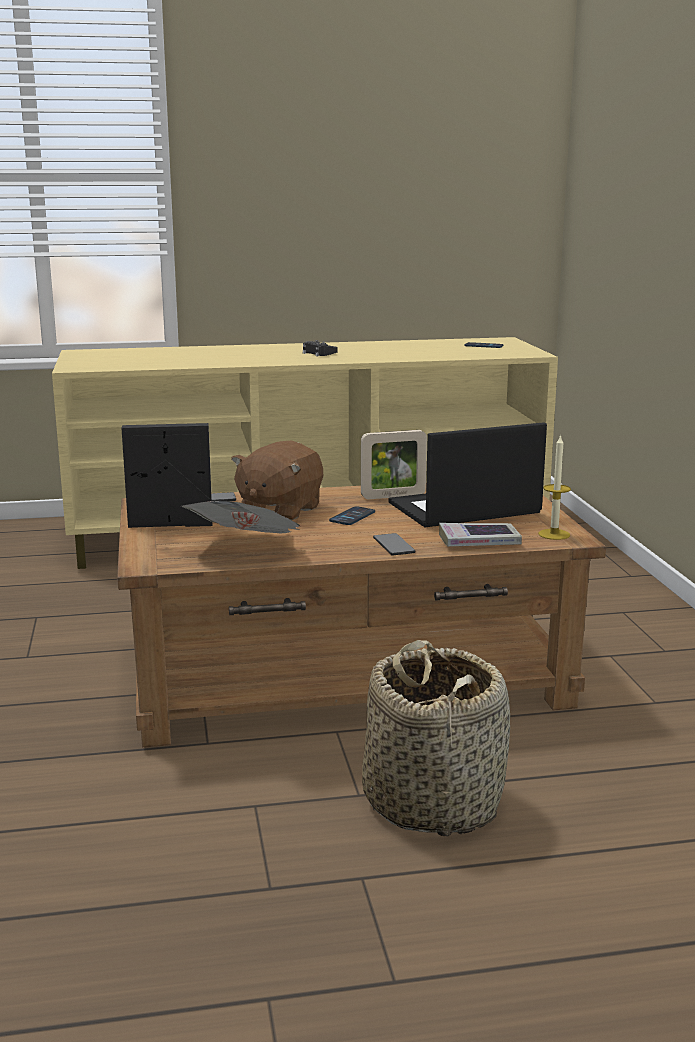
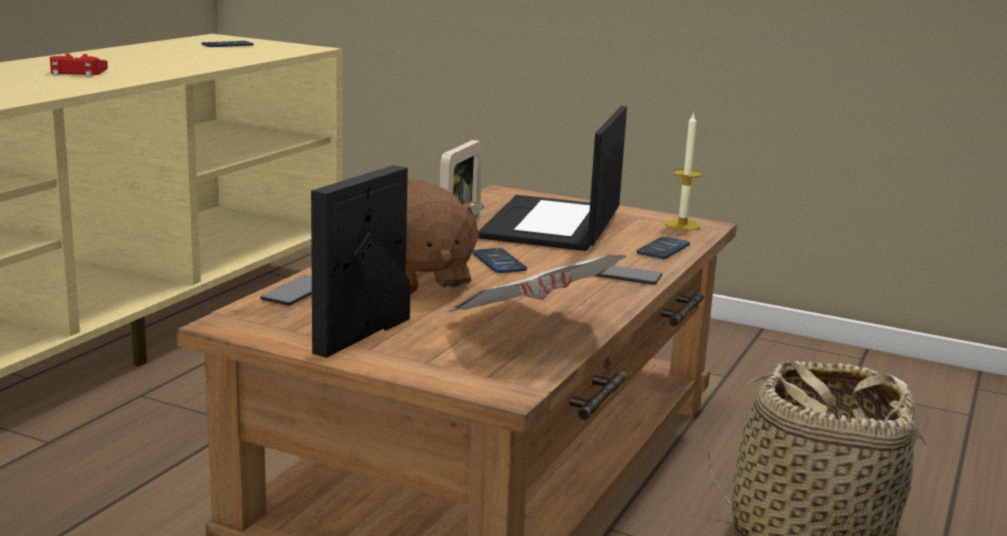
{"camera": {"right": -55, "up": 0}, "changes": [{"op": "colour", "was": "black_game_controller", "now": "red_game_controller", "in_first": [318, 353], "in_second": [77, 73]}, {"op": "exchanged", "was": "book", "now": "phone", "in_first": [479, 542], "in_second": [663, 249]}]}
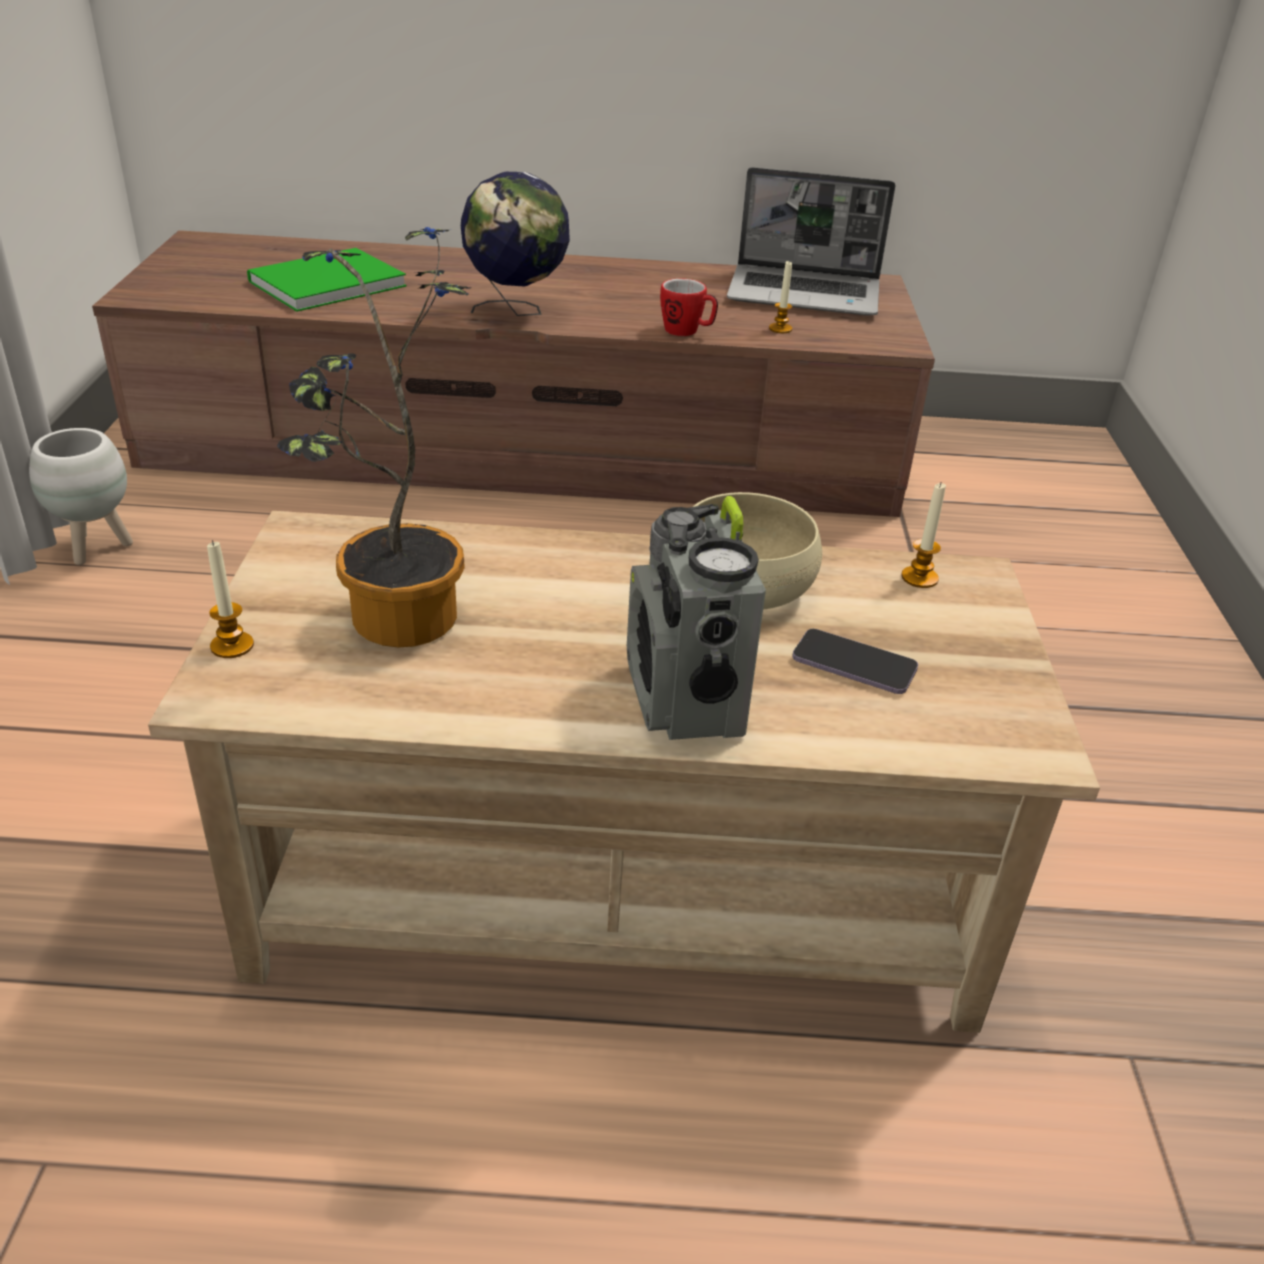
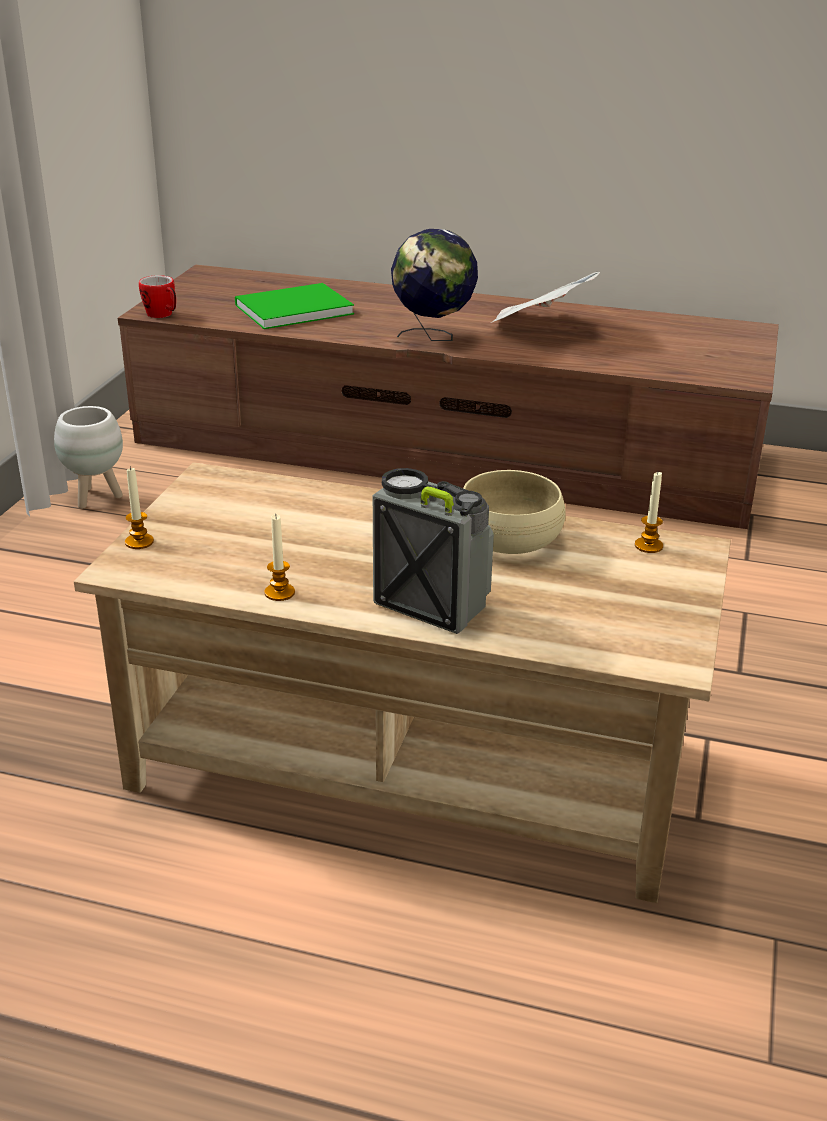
{"camera": {"right": 15, "up": -5}, "changes": [{"op": "missing", "was": "laptop", "in_first": [806, 294]}, {"op": "missing", "was": "potted_plant", "in_first": [393, 626]}, {"op": "relocated", "was": "candle", "in_first": [780, 329], "in_second": [279, 593]}, {"op": "relocated", "was": "mug", "in_first": [687, 332], "in_second": [163, 315]}, {"op": "spun", "was": "radio", "in_first": [684, 699], "in_second": [430, 604], "clockwise": 120}, {"op": "missing", "was": "phone", "in_first": [854, 665]}, {"op": "appeared", "now": "newspaper", "in_second": [540, 327]}]}
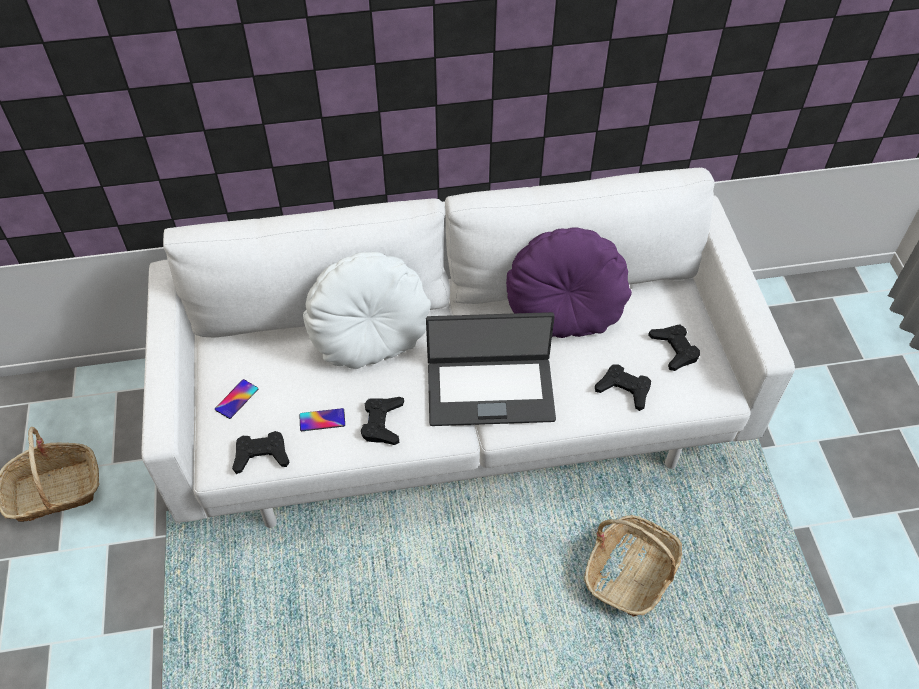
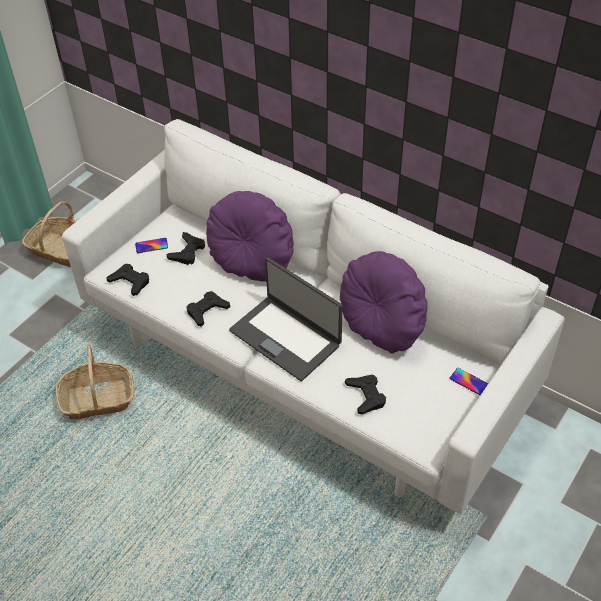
{"camera": {"right": 45, "up": -5}, "changes": [{"op": "colour", "was": "white_pillow", "now": "purple_pillow", "in_first": [371, 344], "in_second": [252, 266]}, {"op": "relocated", "was": "black_game_controller", "in_first": [674, 349], "in_second": [187, 252]}, {"op": "relocated", "was": "phone", "in_first": [322, 420], "in_second": [469, 381]}, {"op": "relocated", "was": "basket", "in_first": [630, 572], "in_second": [98, 399]}]}
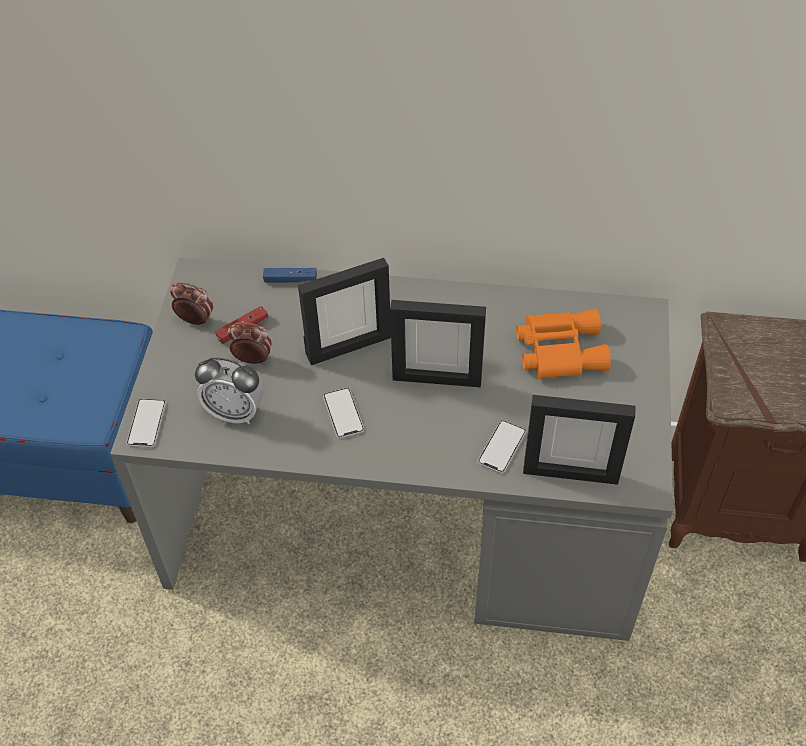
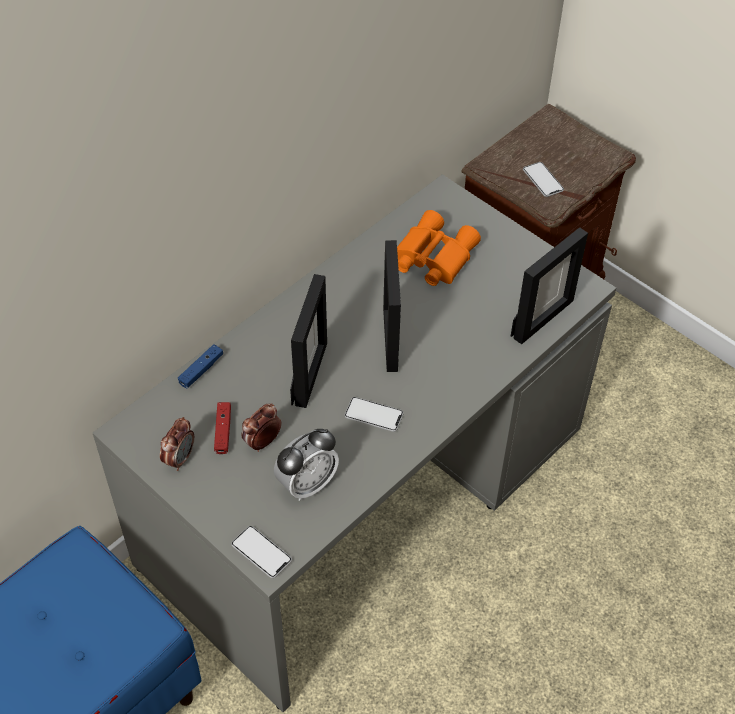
{"camera": {"right": -55, "up": 0}, "changes": [{"op": "spun", "was": "alarm_clock", "in_first": [195, 320], "in_second": [179, 458], "clockwise": 150}, {"op": "spun", "was": "picture_frame", "in_first": [437, 377], "in_second": [392, 339], "clockwise": 135}, {"op": "relocated", "was": "phone", "in_first": [502, 447], "in_second": [543, 180]}]}
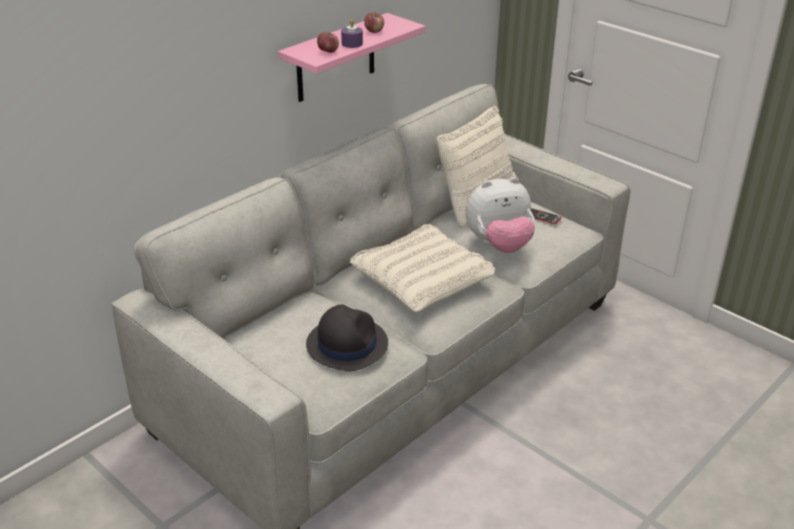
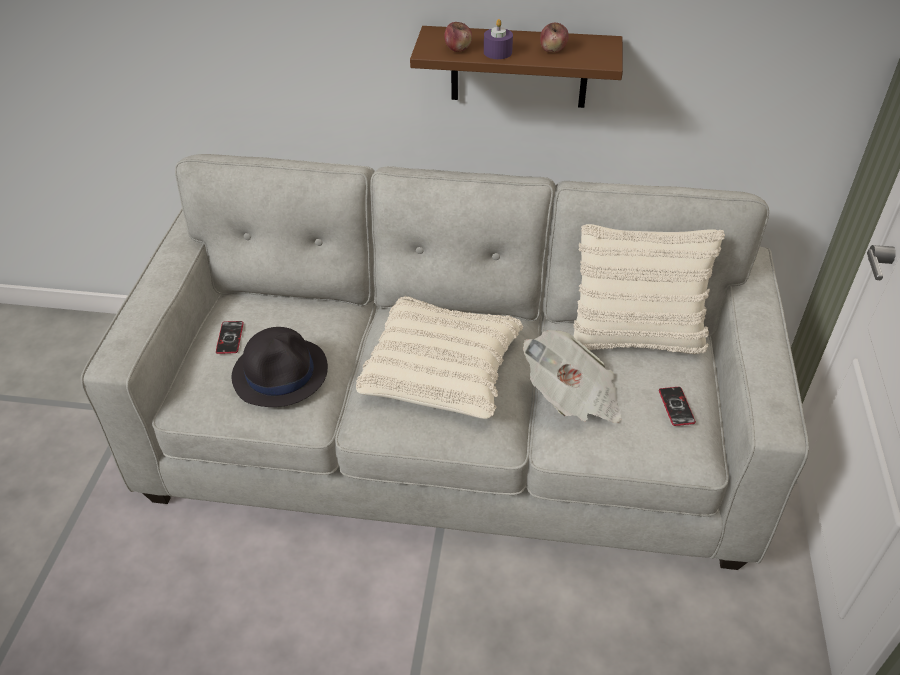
{"camera": {"right": 55, "up": 10}, "changes": [{"op": "colour", "was": "pink_shelf", "now": "brown_shelf", "in_first": [336, 58], "in_second": [519, 67]}, {"op": "exchanged", "was": "plush_toy", "now": "newspaper", "in_first": [499, 245], "in_second": [572, 397]}, {"op": "appeared", "now": "phone", "in_second": [230, 338]}]}
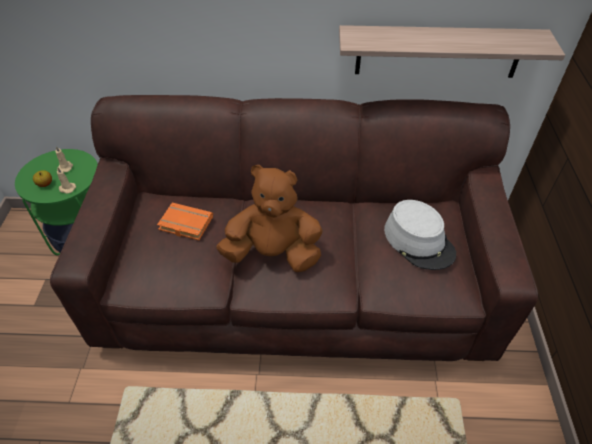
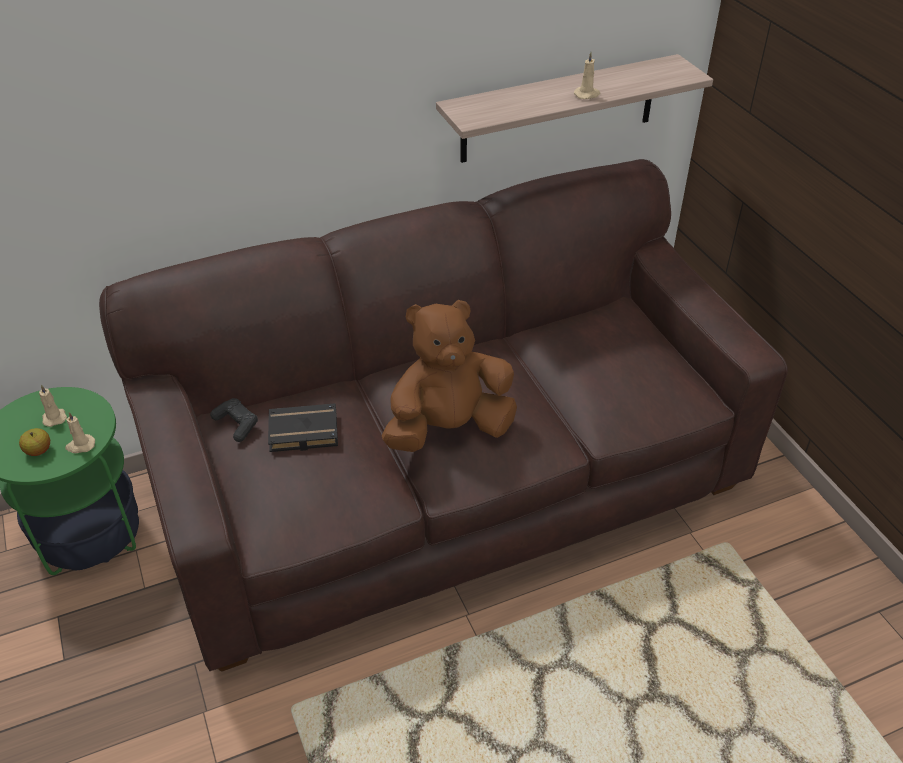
{"camera": {"right": -25, "up": -5}, "changes": [{"op": "missing", "was": "grey_hat", "in_first": [419, 241]}, {"op": "colour", "was": "orange_book", "now": "black_book", "in_first": [184, 224], "in_second": [302, 433]}, {"op": "appeared", "now": "beige_candle", "in_second": [587, 95]}, {"op": "appeared", "now": "black_game_controller", "in_second": [236, 424]}]}
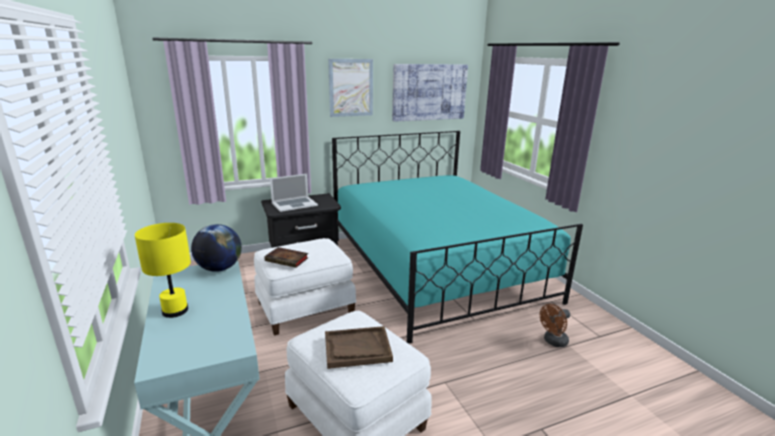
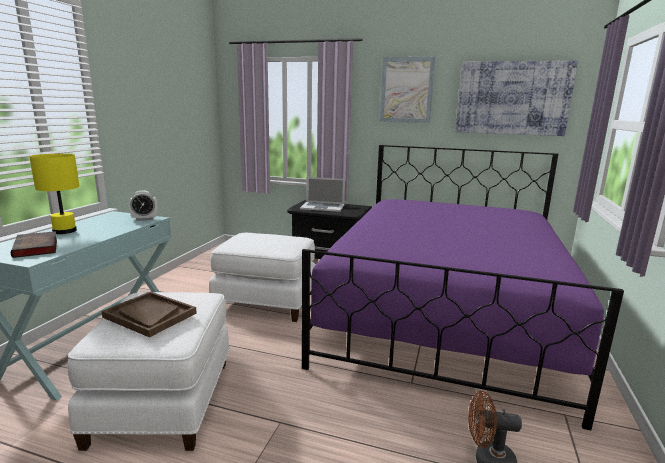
{"camera": {"right": 40, "up": -5}, "changes": [{"op": "colour", "was": "turquoise_bed", "now": "purple_bed", "in_first": [435, 267], "in_second": [444, 315]}, {"op": "exchanged", "was": "globe", "now": "alarm_clock", "in_first": [219, 268], "in_second": [145, 219]}, {"op": "relocated", "was": "book", "in_first": [288, 259], "in_second": [36, 248]}]}
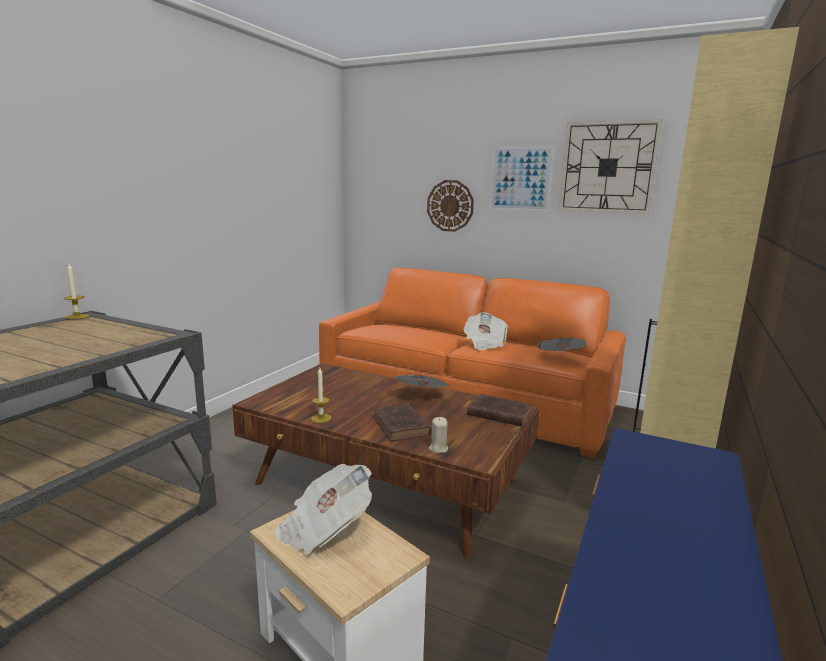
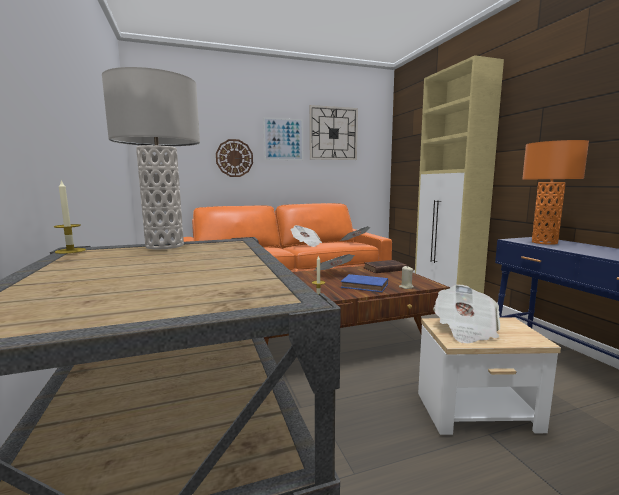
{"camera": {"right": -45, "up": -5}, "changes": [{"op": "colour", "was": "brown_book", "now": "blue_book", "in_first": [401, 426], "in_second": [365, 286]}, {"op": "appeared", "now": "white_table_lamp", "in_second": [165, 246]}, {"op": "appeared", "now": "orange_table_lamp", "in_second": [544, 242]}]}
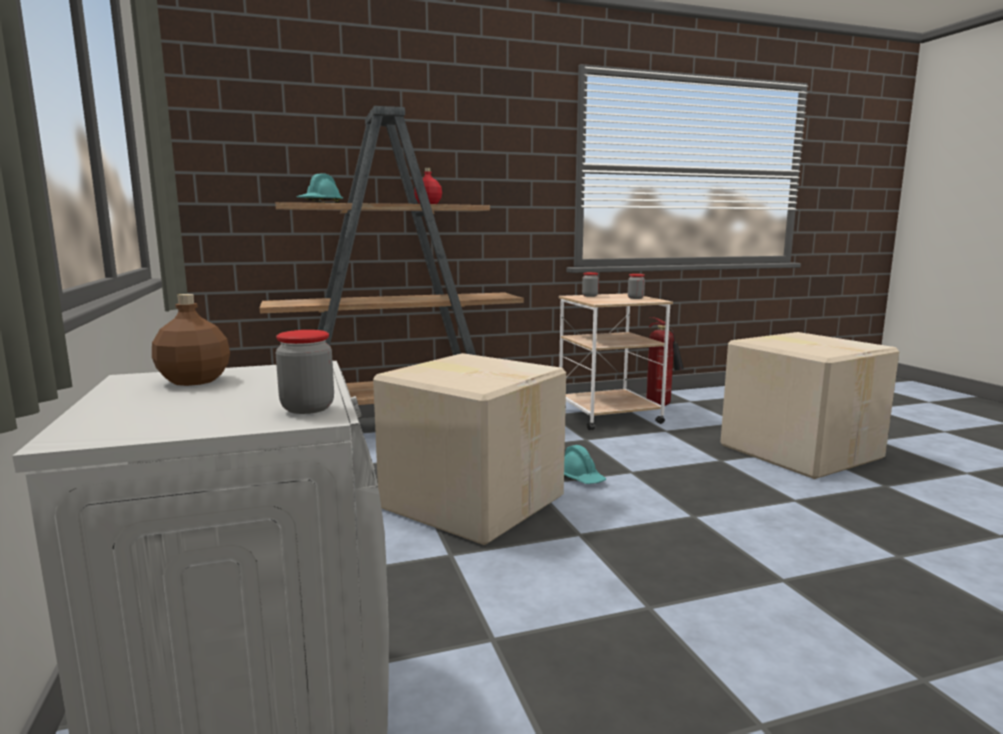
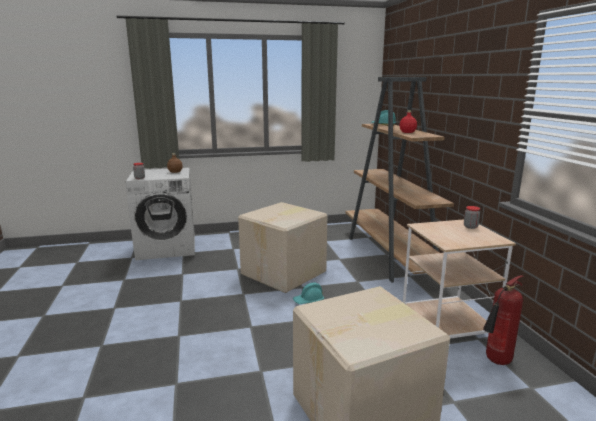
{"camera": {"right": 95, "up": 5}, "changes": [{"op": "missing", "was": "jar", "in_first": [635, 298]}]}
